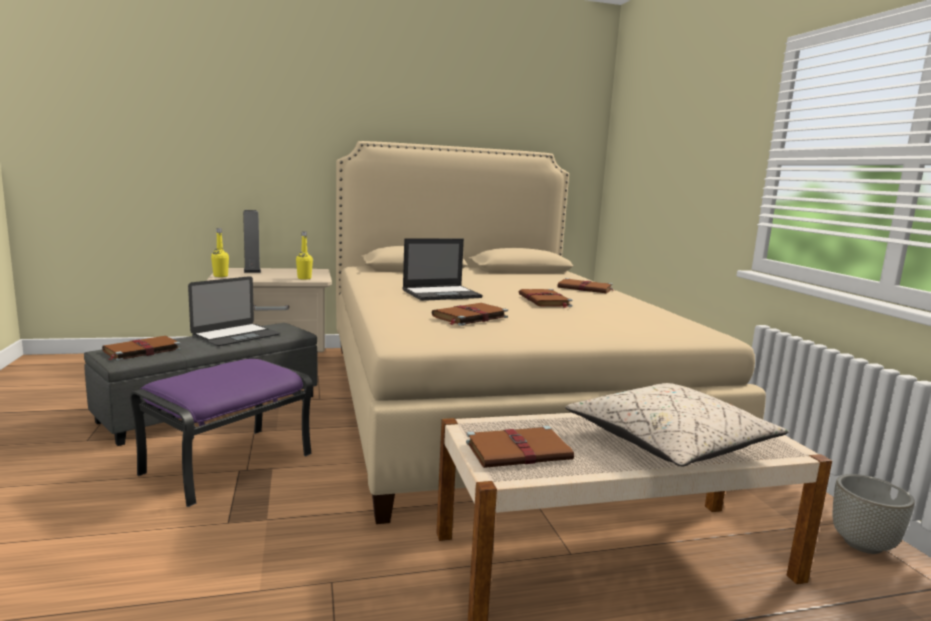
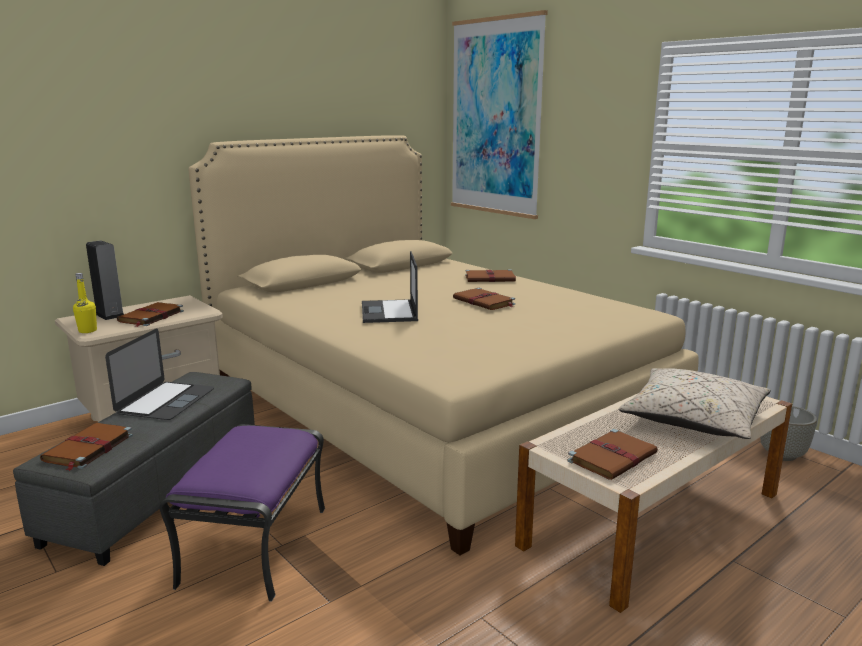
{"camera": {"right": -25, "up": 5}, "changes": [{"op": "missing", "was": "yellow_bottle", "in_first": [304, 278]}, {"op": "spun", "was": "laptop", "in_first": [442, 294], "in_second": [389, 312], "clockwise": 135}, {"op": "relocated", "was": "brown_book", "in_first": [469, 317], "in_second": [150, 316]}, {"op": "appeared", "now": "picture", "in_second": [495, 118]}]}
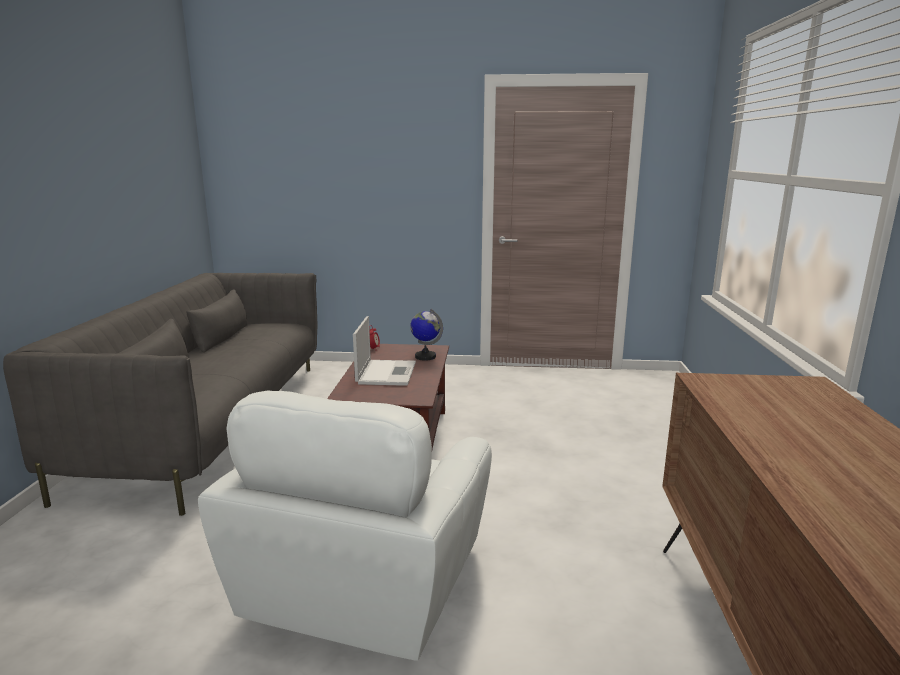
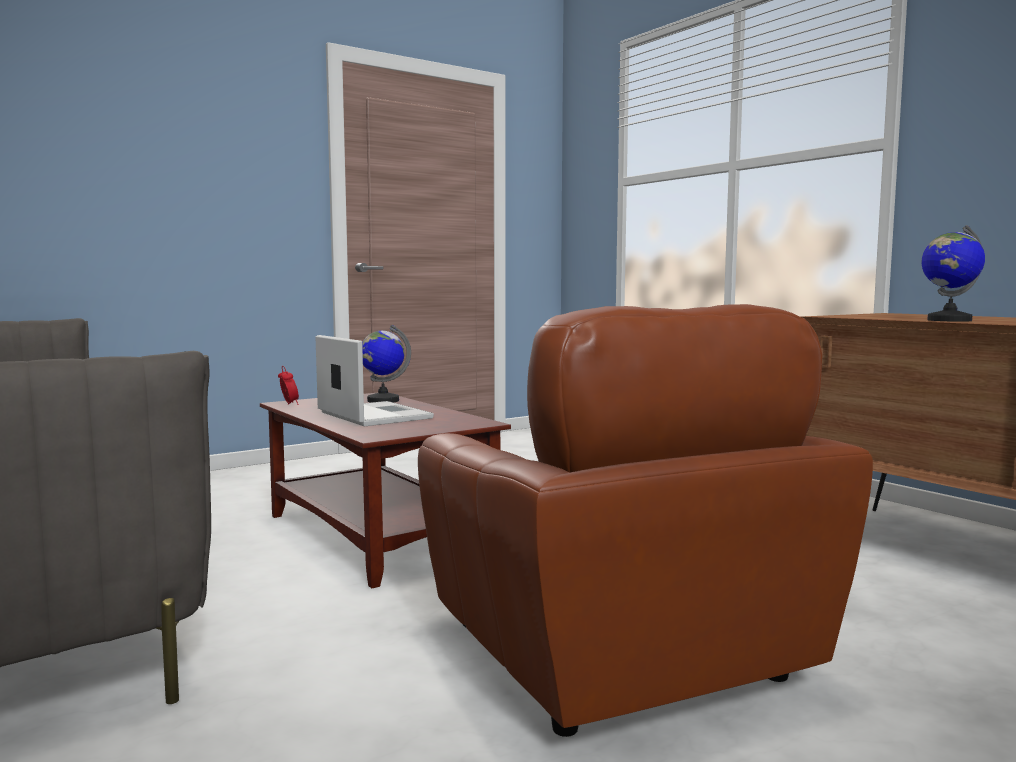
{"camera": {"right": -40, "up": -10}, "changes": [{"op": "colour", "was": "white_armchair", "now": "brown_armchair", "in_first": [367, 585], "in_second": [617, 653]}, {"op": "appeared", "now": "globe", "in_second": [948, 320]}]}
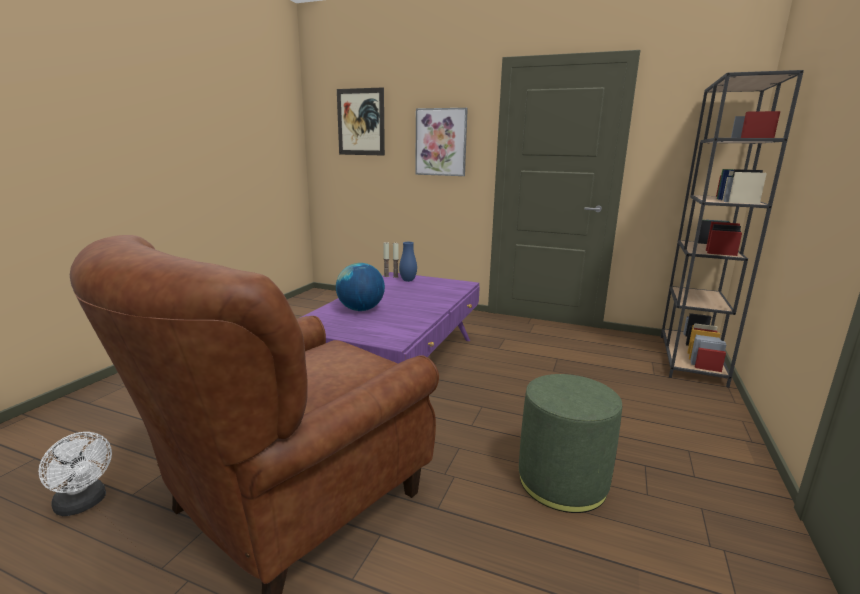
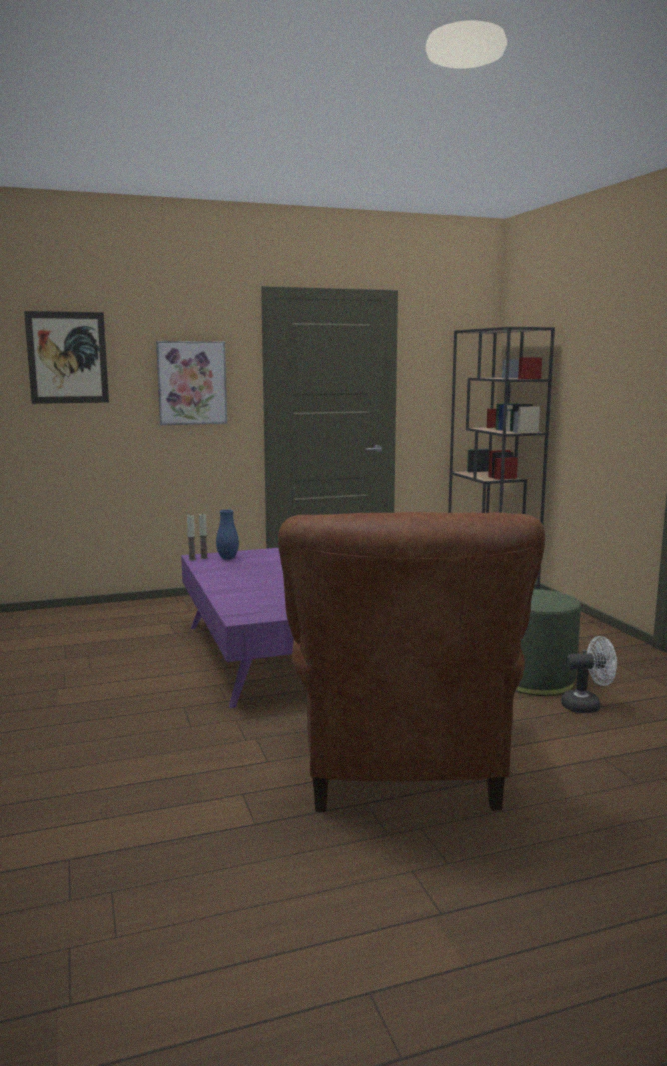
{"camera": {"right": -40, "up": -5}, "changes": [{"op": "missing", "was": "globe", "in_first": [360, 309]}, {"op": "relocated", "was": "white_fan", "in_first": [84, 504], "in_second": [587, 705]}]}
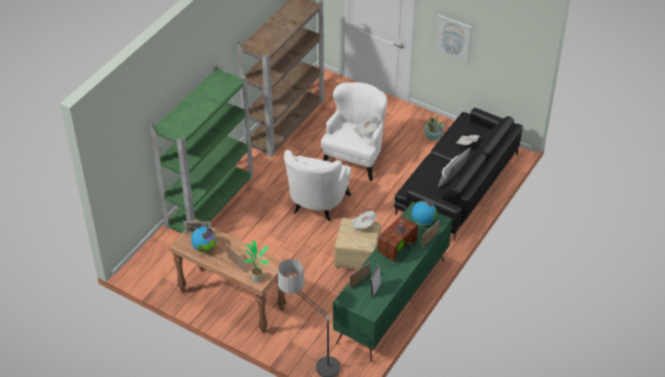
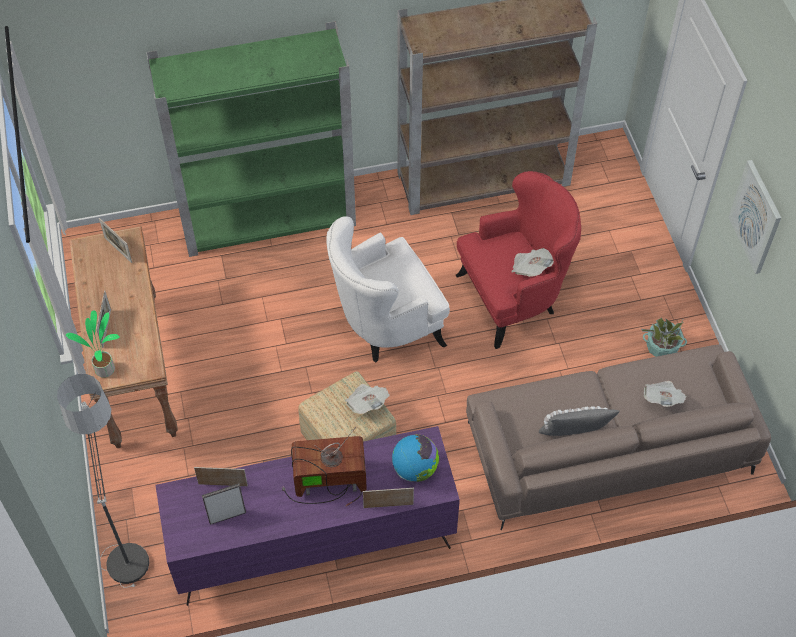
{"camera": {"right": 45, "up": 10}, "changes": [{"op": "colour", "was": "white_armchair", "now": "red_armchair", "in_first": [355, 158], "in_second": [513, 298]}, {"op": "colour", "was": "black_sofa", "now": "beige_sofa", "in_first": [459, 184], "in_second": [609, 451]}, {"op": "colour", "was": "green_tv_stand", "now": "purple_tv_stand", "in_first": [391, 302], "in_second": [312, 545]}, {"op": "missing", "was": "globe", "in_first": [204, 247]}]}
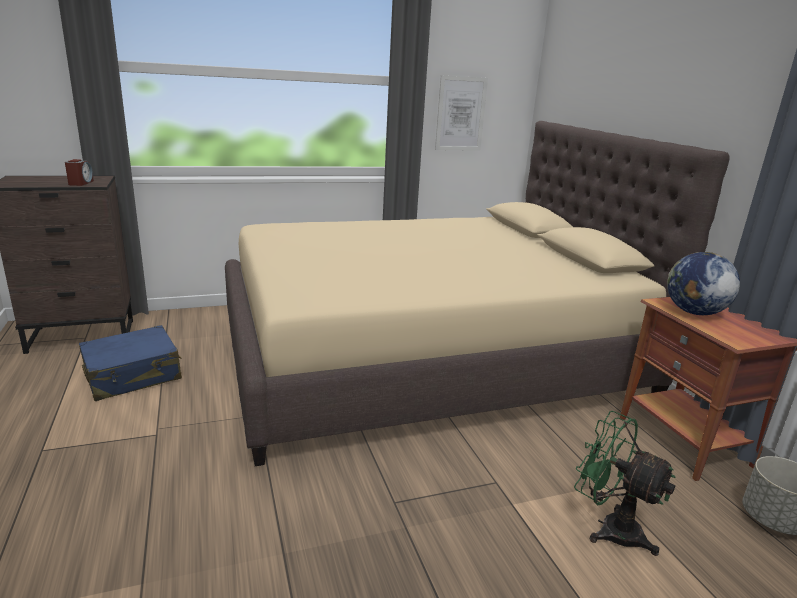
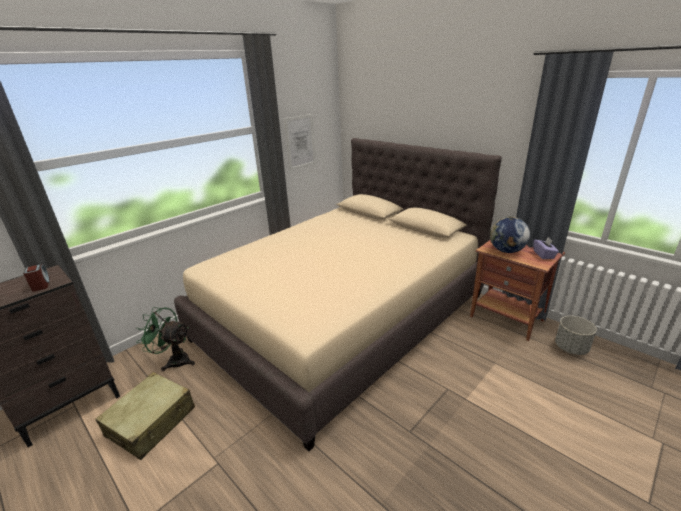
{"camera": {"right": -25, "up": 5}, "changes": [{"op": "colour", "was": "blue_suitcase", "now": "beige_suitcase", "in_first": [133, 375], "in_second": [152, 422]}, {"op": "relocated", "was": "green_fan", "in_first": [609, 527], "in_second": [174, 360]}, {"op": "appeared", "now": "purple_tissue_box", "in_second": [544, 255]}]}
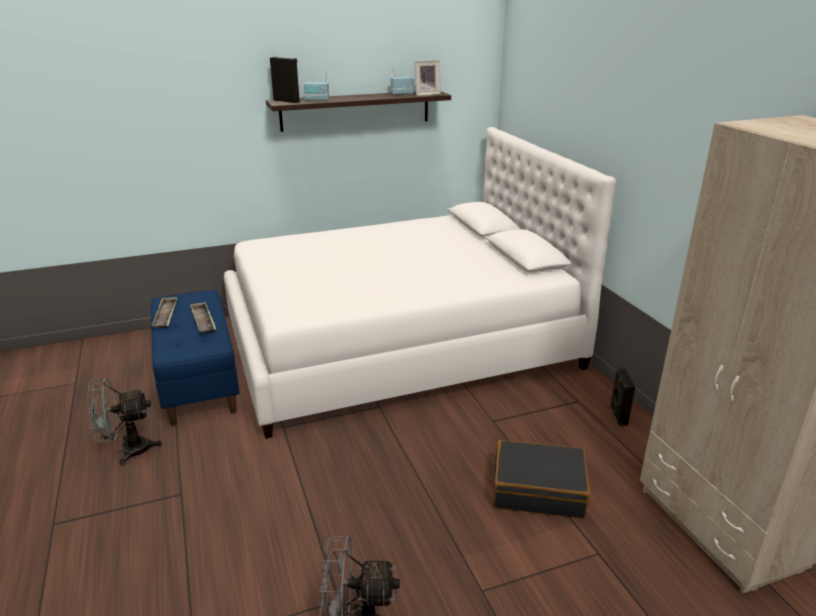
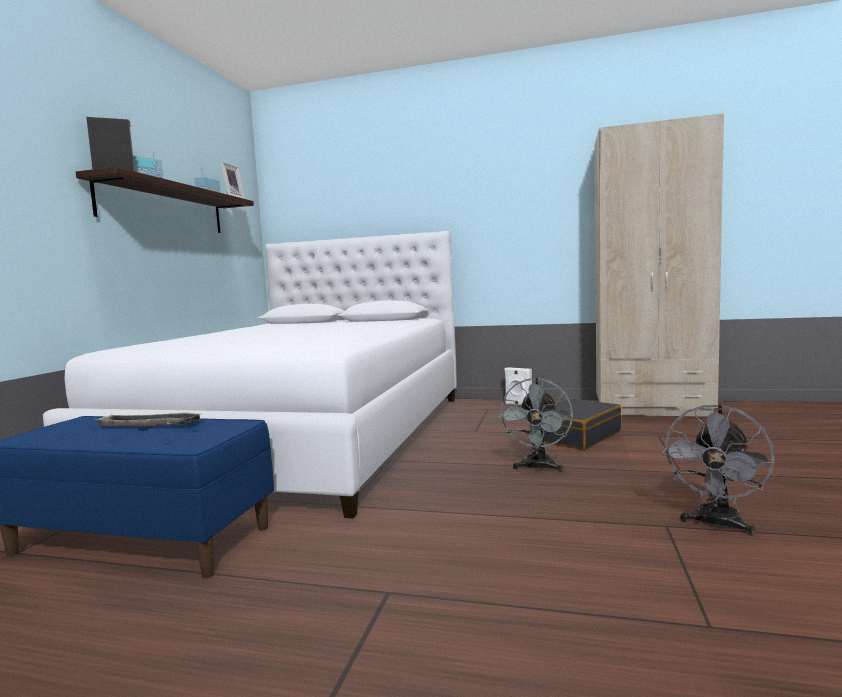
{"camera": {"right": -55, "up": -20}, "changes": [{"op": "missing", "was": "tray", "in_first": [166, 315]}, {"op": "colour", "was": "black_speaker", "now": "white_speaker", "in_first": [617, 415], "in_second": [518, 405]}, {"op": "relocated", "was": "grey_fan", "in_first": [127, 450], "in_second": [538, 468]}]}
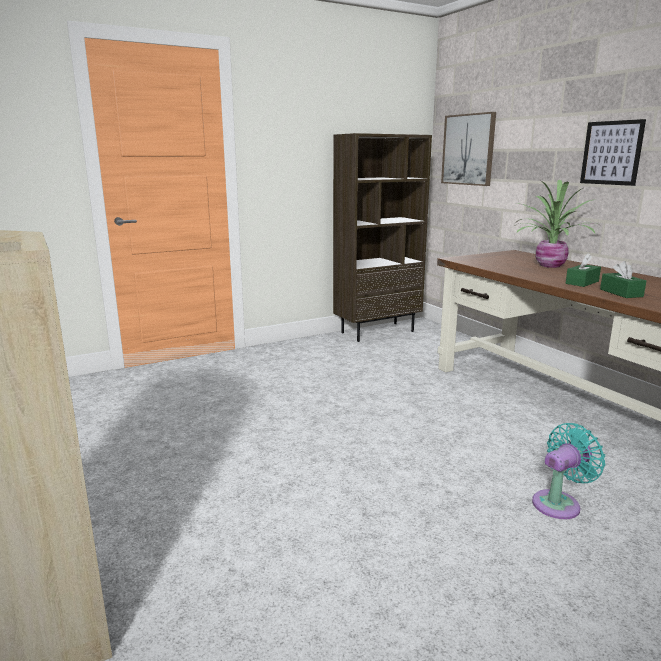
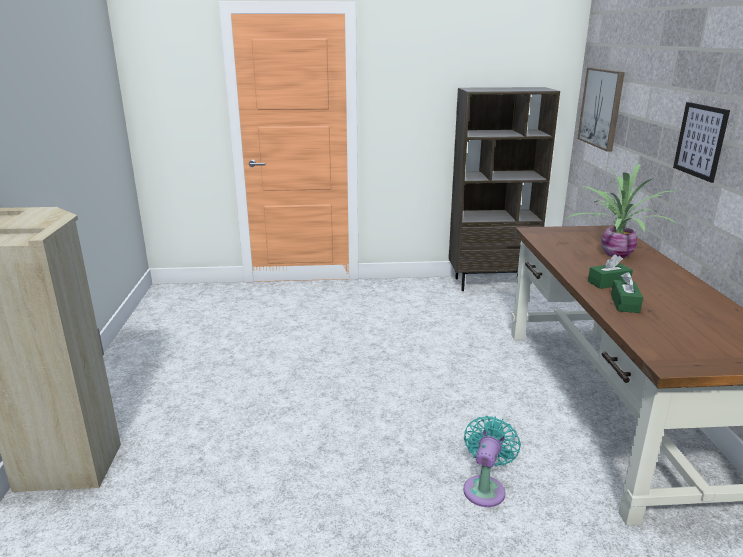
{"camera": {"right": 25, "up": 5}, "changes": [{"op": "spun", "was": "turquoise_fan", "in_first": [559, 503], "in_second": [485, 488], "clockwise": -60}]}
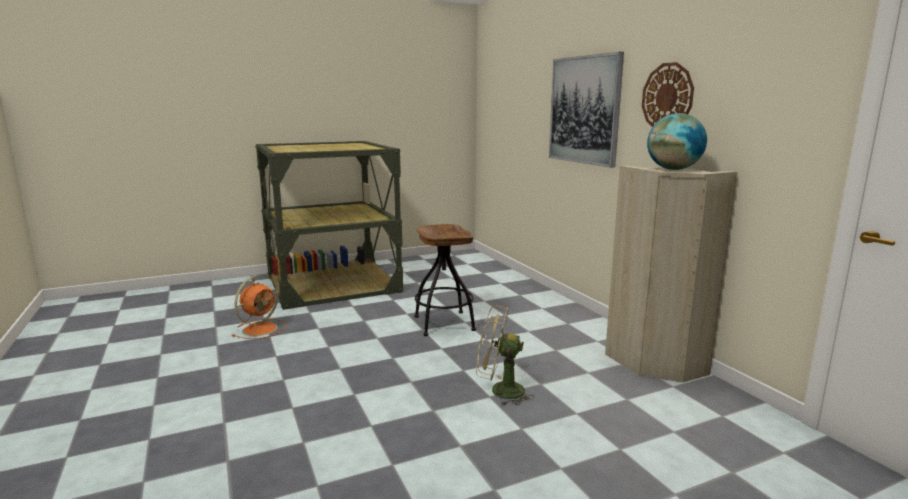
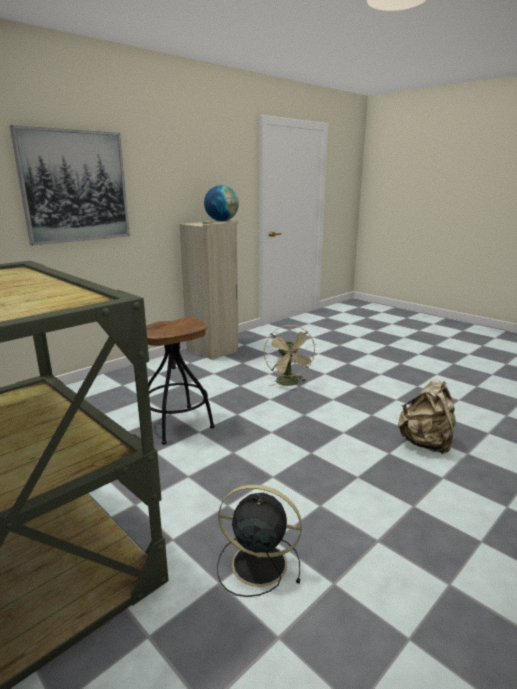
{"camera": {"right": -110, "up": 5}, "changes": [{"op": "missing", "was": "wall_clock", "in_first": [667, 97]}, {"op": "colour", "was": "orange_fan", "now": "black_fan", "in_first": [261, 329], "in_second": [256, 563]}, {"op": "appeared", "now": "beige_backpack", "in_second": [425, 443]}]}
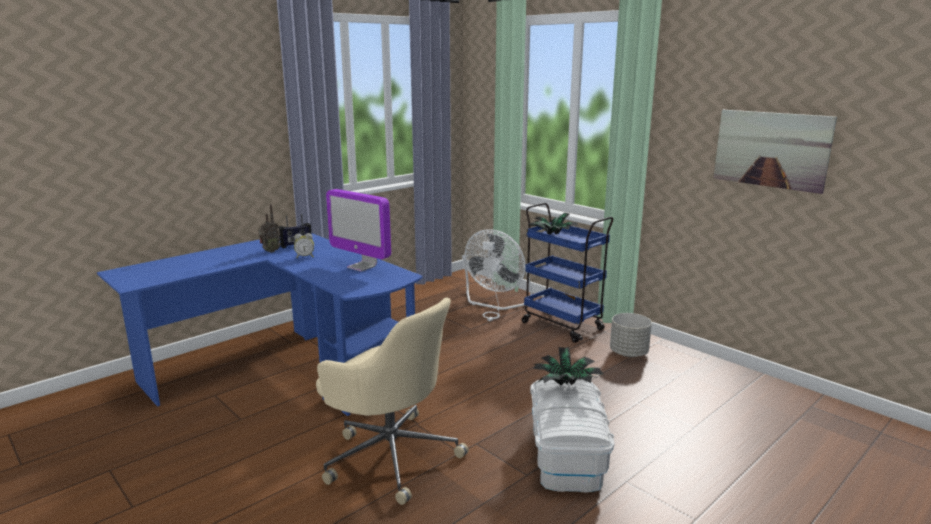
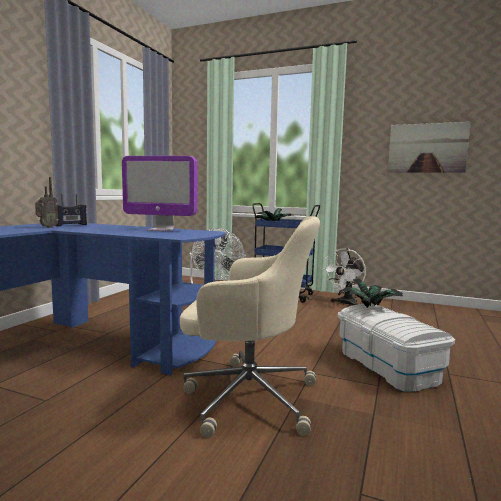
{"camera": {"right": -25, "up": -10}, "changes": [{"op": "missing", "was": "alarm_clock", "in_first": [305, 257]}, {"op": "exchanged", "was": "grey_planter", "now": "white_fan", "in_first": [629, 353], "in_second": [345, 304]}]}
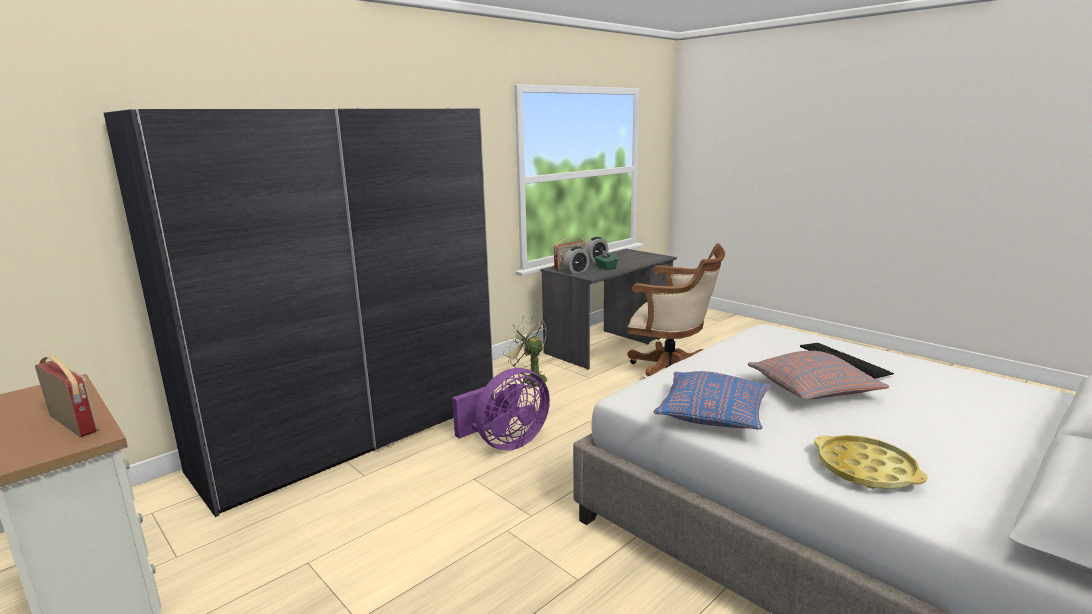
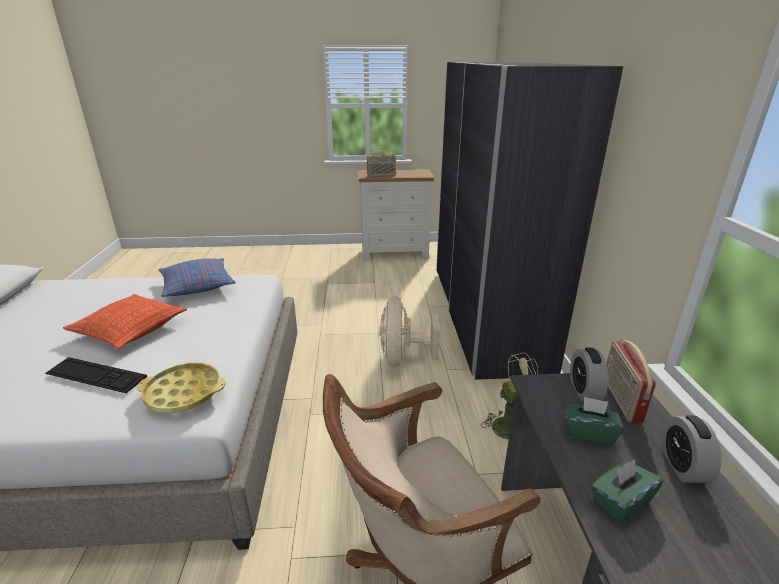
{"camera": {"right": 130, "up": 10}, "changes": [{"op": "colour", "was": "grey_pillow", "now": "orange_pillow", "in_first": [812, 390], "in_second": [131, 331]}, {"op": "colour", "was": "purple_fan", "now": "beige_fan", "in_first": [506, 443], "in_second": [403, 358]}, {"op": "relocated", "was": "yellow_tray", "in_first": [865, 469], "in_second": [183, 392]}, {"op": "appeared", "now": "green_tissue_box", "in_second": [620, 502]}]}
